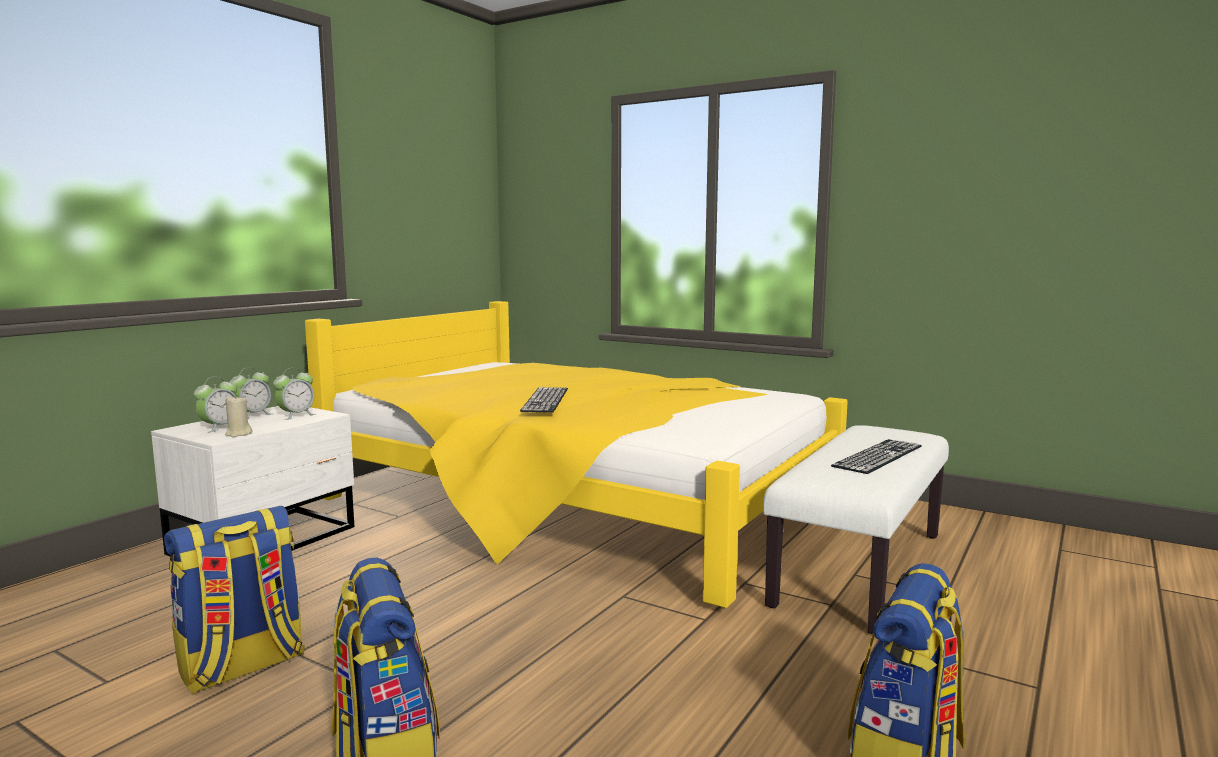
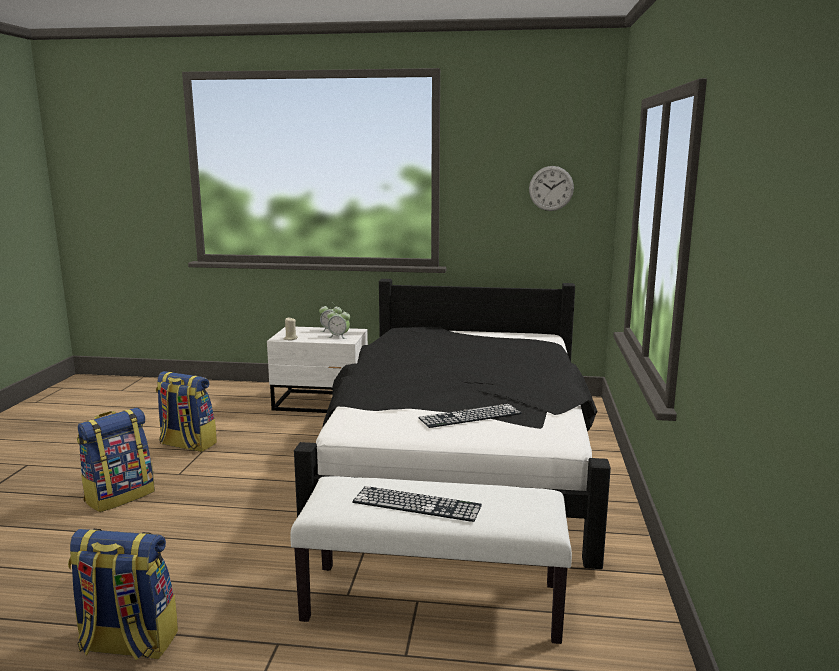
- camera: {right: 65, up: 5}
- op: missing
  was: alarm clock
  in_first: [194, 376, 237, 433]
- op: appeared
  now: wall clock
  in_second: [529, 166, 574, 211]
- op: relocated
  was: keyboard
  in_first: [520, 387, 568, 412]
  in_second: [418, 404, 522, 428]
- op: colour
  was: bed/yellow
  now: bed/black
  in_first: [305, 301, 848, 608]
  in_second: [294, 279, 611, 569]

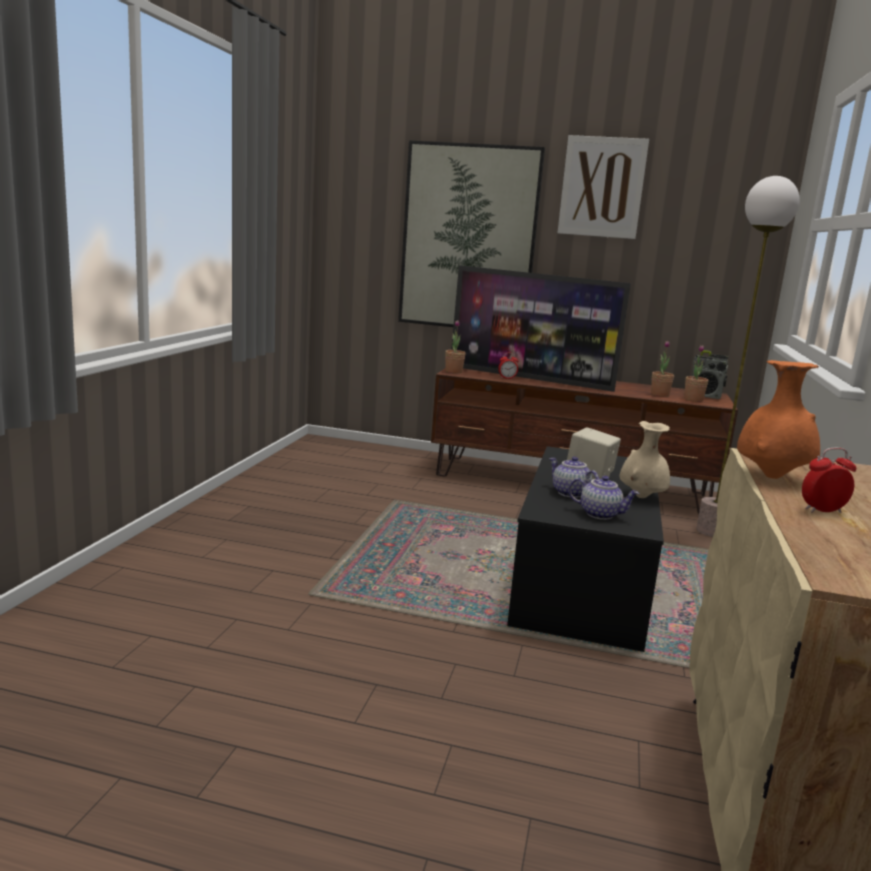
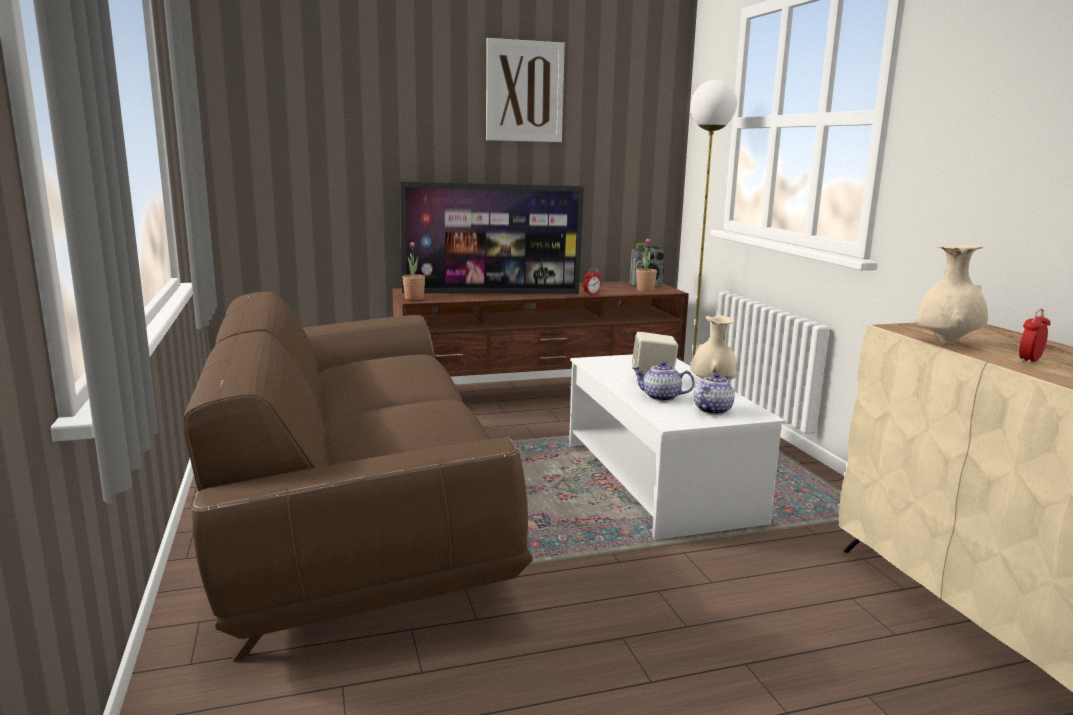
- camera: {right: -30, up: 0}
- op: missing
  was: picture
  in_first: [398, 140, 545, 327]
- op: missing
  was: potted plant
  in_first: [651, 341, 674, 397]
- op: appeared
  now: sofa/brown
  in_second: [183, 292, 533, 661]
- op: relocated
  was: alarm clock
  in_first: [498, 353, 518, 379]
  in_second: [583, 268, 602, 296]
- op: colour
  was: coffee table/black
  now: coffee table/white
  in_first: [507, 446, 664, 652]
  in_second: [569, 354, 785, 540]
- op: colour
  was: vase/orange
  now: vase/beige
  in_first: [737, 360, 820, 479]
  in_second: [916, 244, 988, 344]
- op: spun
  was: teapot
  in_first: [569, 476, 640, 520]
  in_second: [694, 373, 735, 415]
  clockwise: -45

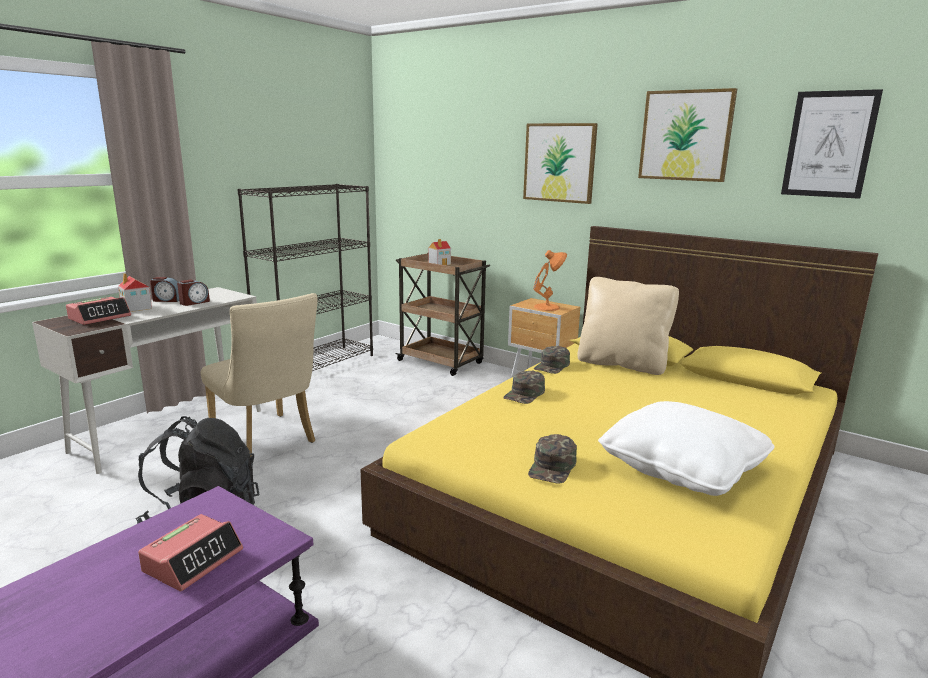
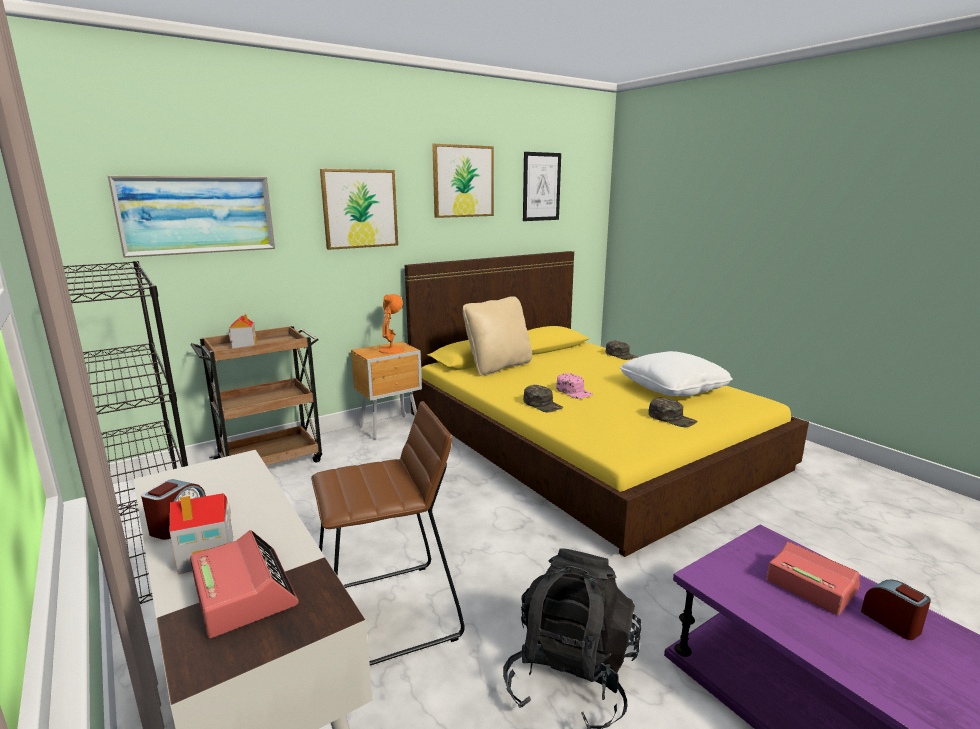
- camera: {right: -70, up: 0}
- op: appeared
  now: picture
  in_second: [108, 176, 275, 258]
- op: appeared
  now: cap/pink
  in_second: [556, 373, 594, 399]
- op: relocated
  was: alarm clock
  in_first: [177, 279, 210, 306]
  in_second: [861, 580, 931, 640]
- op: relocated
  was: cap/green
  in_first: [534, 346, 570, 374]
  in_second: [606, 341, 638, 360]
- op: exchanged
  was: chair/beige
  now: stool/brown
  in_first: [201, 293, 318, 457]
  in_second: [311, 401, 465, 665]

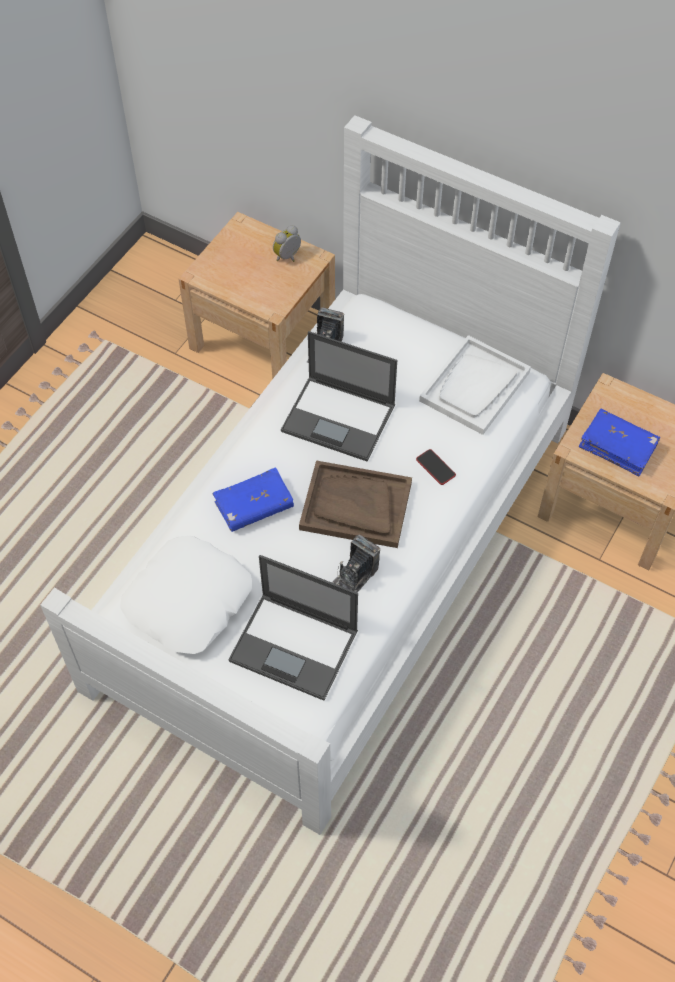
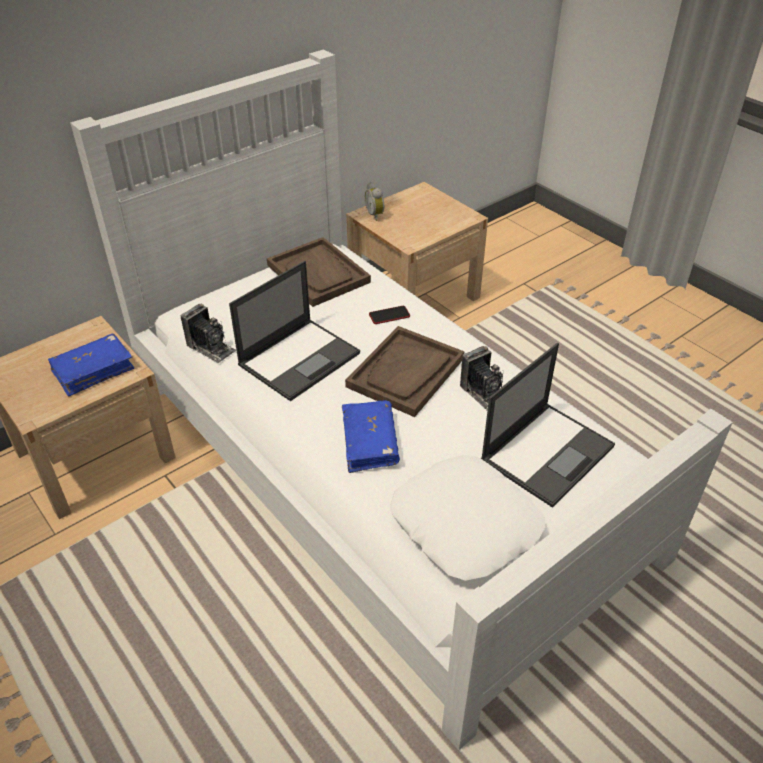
- camera: {right: -70, up: -15}
- op: relocated
  was: alarm clock
  in_first: [273, 225, 301, 262]
  in_second: [365, 182, 384, 221]
- op: relocated
  was: book/blue
  in_first: [579, 409, 660, 476]
  in_second: [48, 334, 134, 396]
- op: colour
  was: tray/white
  now: tray/brown
  in_first: [419, 335, 531, 435]
  in_second: [267, 237, 371, 307]

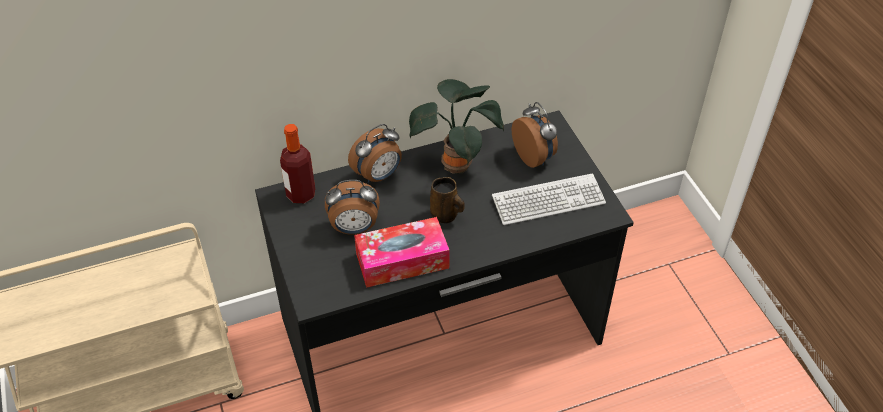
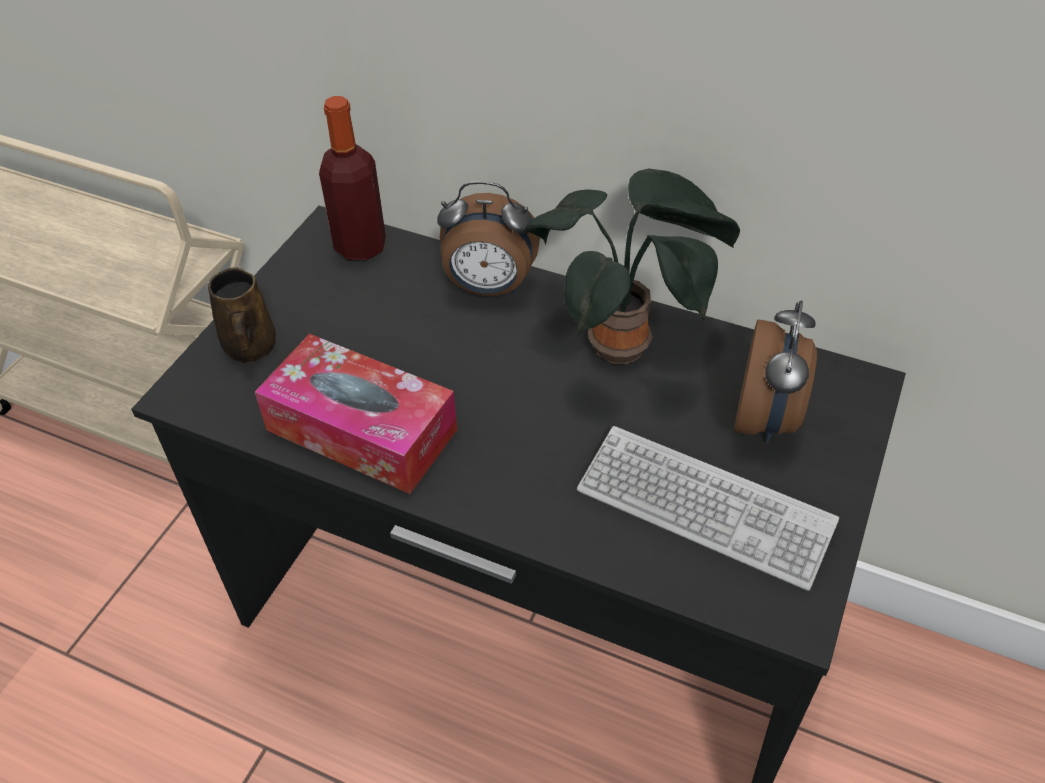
- camera: {right: 45, up: 0}
- op: missing
  was: alarm clock
  in_first: [325, 180, 380, 234]
- op: relocated
  was: mug/brown
  in_first: [430, 177, 464, 223]
  in_second: [208, 267, 276, 362]

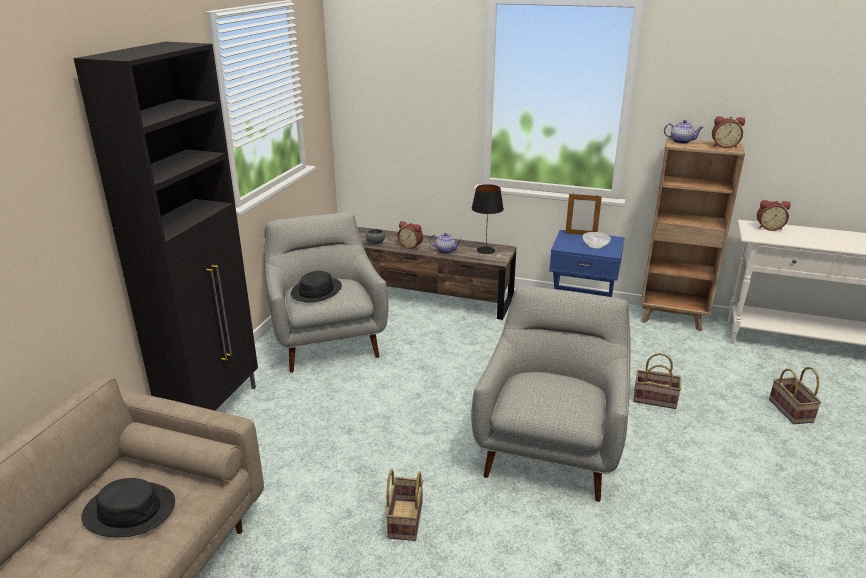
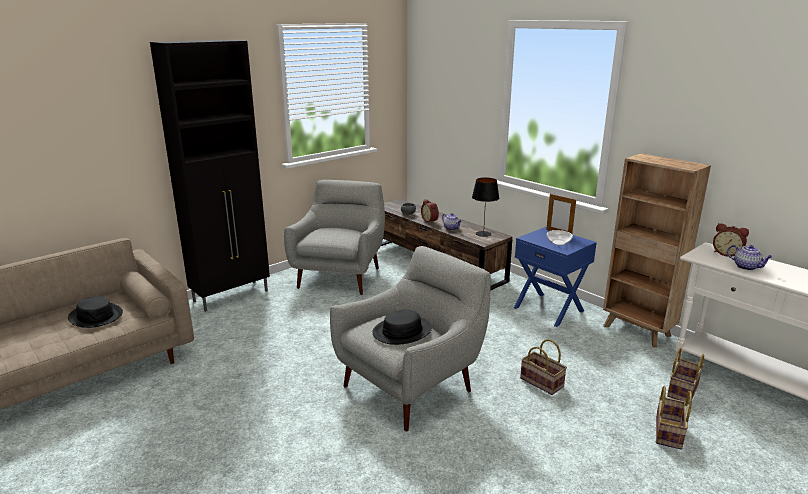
- camera: {right: 30, up: -5}
- op: missing
  was: alarm clock
  in_first: [712, 116, 745, 148]
- op: relocated
  was: hat/black
  in_first: [290, 271, 342, 303]
  in_second: [372, 310, 432, 345]
- op: relocated
  was: basket
  in_first: [386, 469, 423, 541]
  in_second: [667, 347, 704, 404]
- op: relocated
  was: teapot
  in_first: [664, 120, 704, 144]
  in_second: [727, 245, 773, 270]

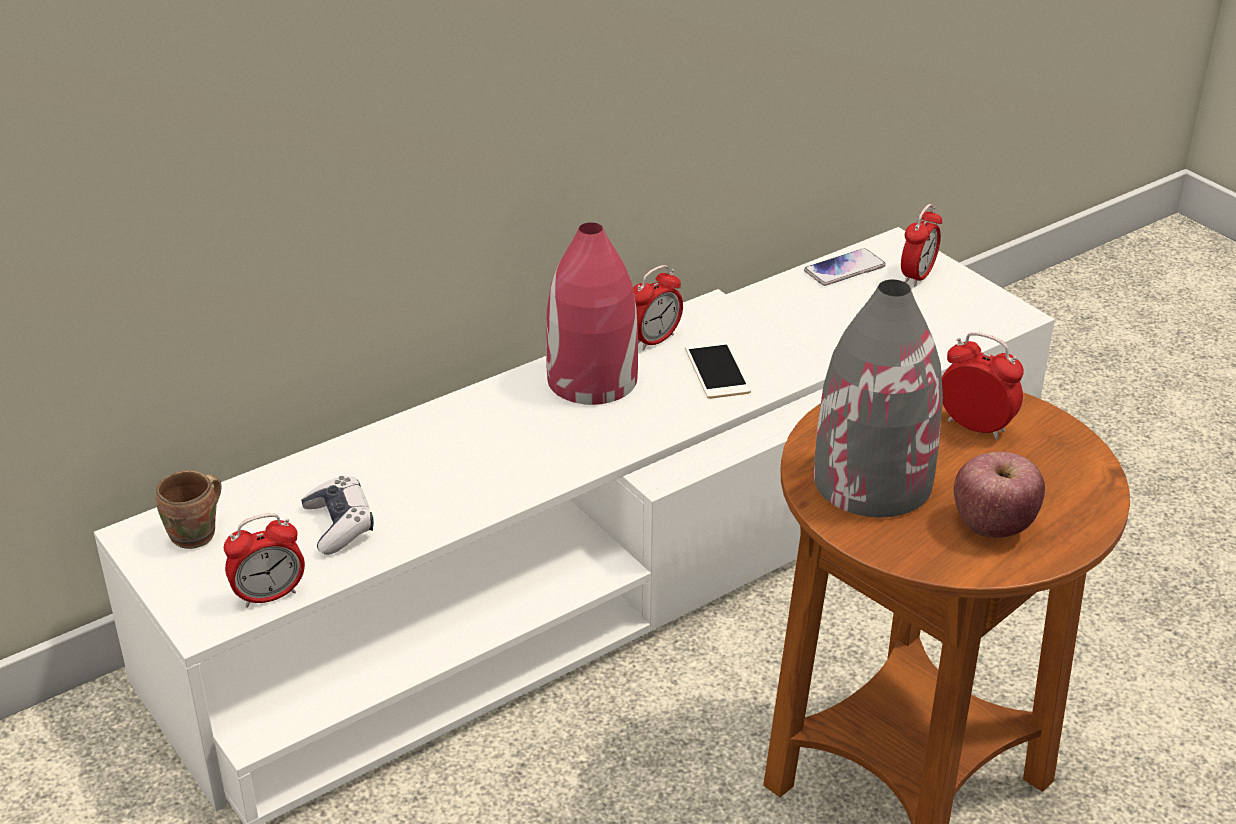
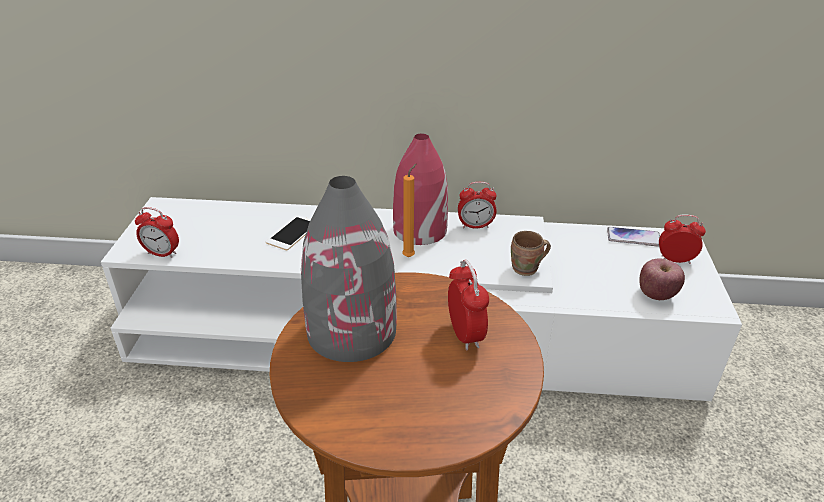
- camera: {right: 40, up: 0}
- op: missing
  was: game controller
  in_first: [301, 476, 374, 555]
- op: appeared
  now: candle/orange
  in_second: [402, 163, 417, 257]
- op: relocated
  was: mug/brown
  in_first: [156, 470, 222, 549]
  in_second: [511, 231, 551, 276]
- op: relocated
  was: phone
  in_first: [685, 341, 751, 399]
  in_second: [265, 215, 311, 250]
- op: relocated
  was: apple
  in_first: [954, 452, 1045, 538]
  in_second: [639, 259, 685, 300]
- op: spun
  was: alarm clock
  in_first: [901, 204, 942, 287]
  in_second: [659, 214, 706, 264]
  clockwise: -150

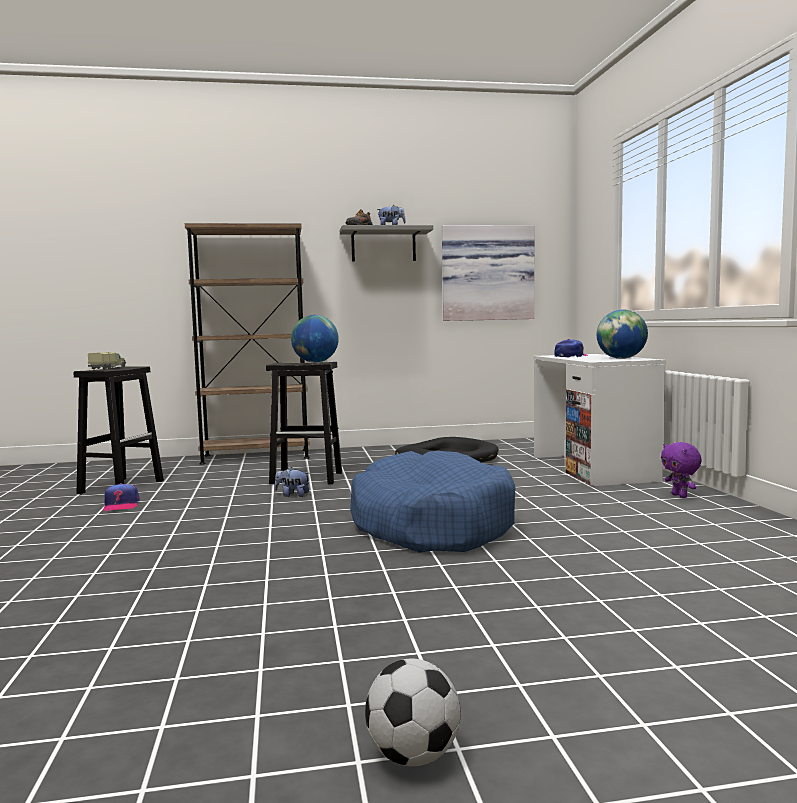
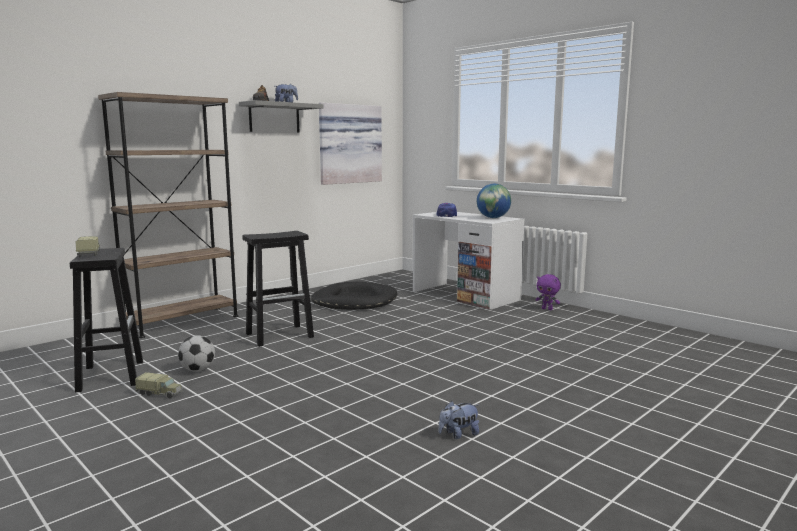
- camera: {right: -35, up: 5}
- op: missing
  was: globe
  in_first: [291, 315, 339, 363]
- op: missing
  was: dog bed/blue
  in_first: [350, 451, 516, 553]
- op: relocated
  was: plush toy
  in_first: [275, 467, 310, 497]
  in_second: [438, 401, 479, 439]
- op: relocated
  was: football
  in_first: [365, 658, 460, 766]
  in_second: [178, 335, 215, 372]
- op: exchanged
  was: cap
  now: toy truck
  in_first: [103, 483, 139, 511]
  in_second: [135, 372, 183, 399]

